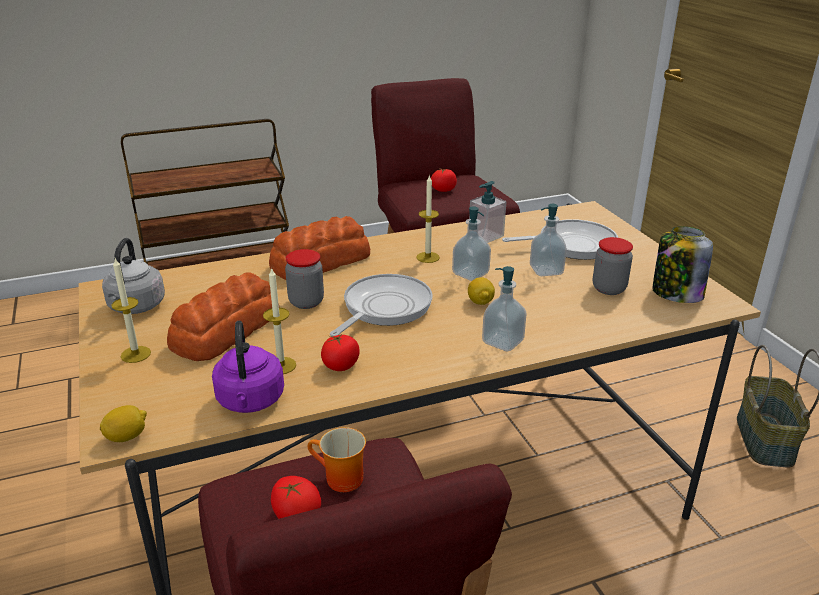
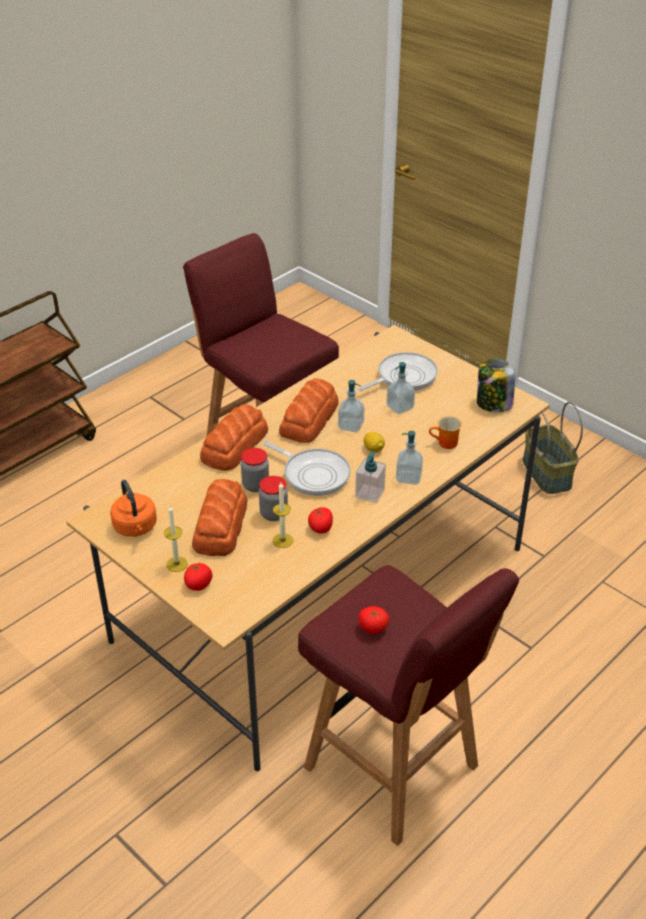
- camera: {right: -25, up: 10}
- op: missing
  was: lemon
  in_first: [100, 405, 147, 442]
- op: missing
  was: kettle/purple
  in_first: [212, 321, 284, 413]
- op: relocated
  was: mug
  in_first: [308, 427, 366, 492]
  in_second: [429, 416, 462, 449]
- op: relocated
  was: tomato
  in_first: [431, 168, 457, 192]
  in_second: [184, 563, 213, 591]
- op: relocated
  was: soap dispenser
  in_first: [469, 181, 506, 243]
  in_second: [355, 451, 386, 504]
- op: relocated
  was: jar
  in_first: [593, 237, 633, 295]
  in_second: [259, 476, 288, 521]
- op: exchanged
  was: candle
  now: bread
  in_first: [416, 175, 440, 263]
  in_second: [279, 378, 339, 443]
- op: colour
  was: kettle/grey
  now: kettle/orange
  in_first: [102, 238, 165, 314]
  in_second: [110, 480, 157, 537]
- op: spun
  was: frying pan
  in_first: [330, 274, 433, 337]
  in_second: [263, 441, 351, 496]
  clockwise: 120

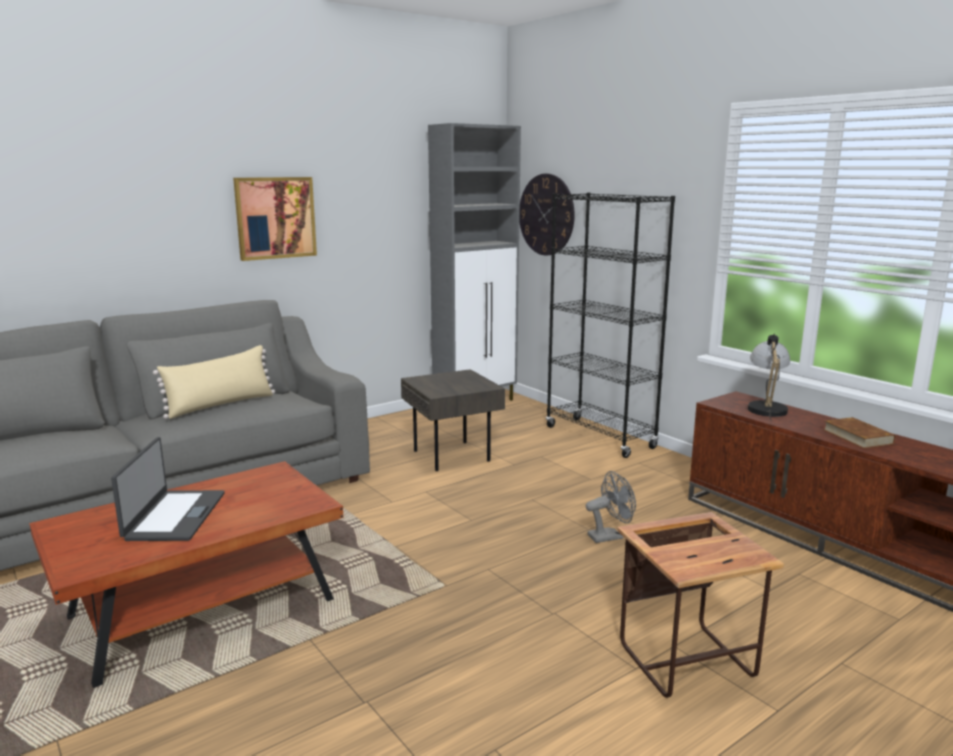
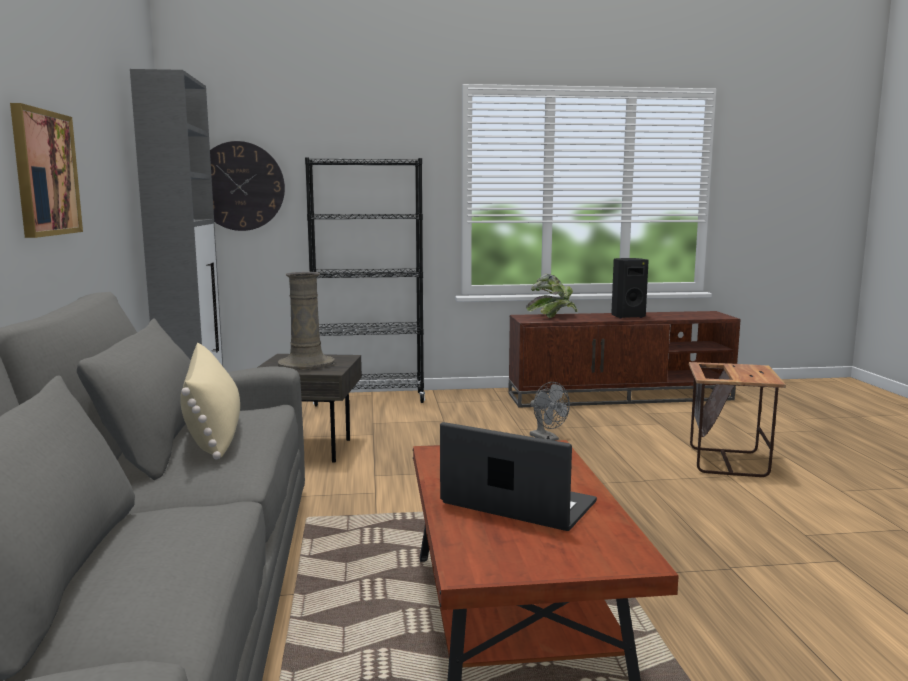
- camera: {right: -60, up: -5}
- op: appeared
  now: vase/beige
  in_second: [278, 272, 335, 370]
- op: exchanged
  was: table lamp
  now: potted plant
  in_first: [748, 333, 790, 421]
  in_second: [526, 274, 578, 318]
- op: exchanged
  was: book/brown
  now: speaker/black
  in_first: [823, 417, 896, 449]
  in_second: [611, 258, 649, 319]
- op: spun
  was: fan/grey
  in_first: [586, 471, 636, 543]
  in_second: [530, 382, 570, 441]
  clockwise: 135

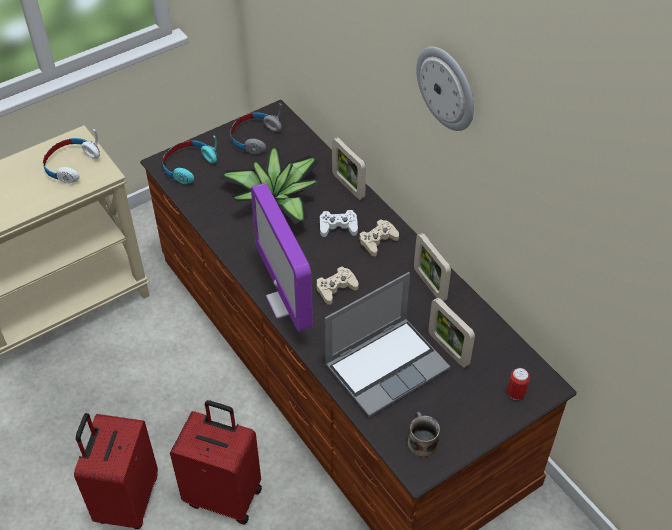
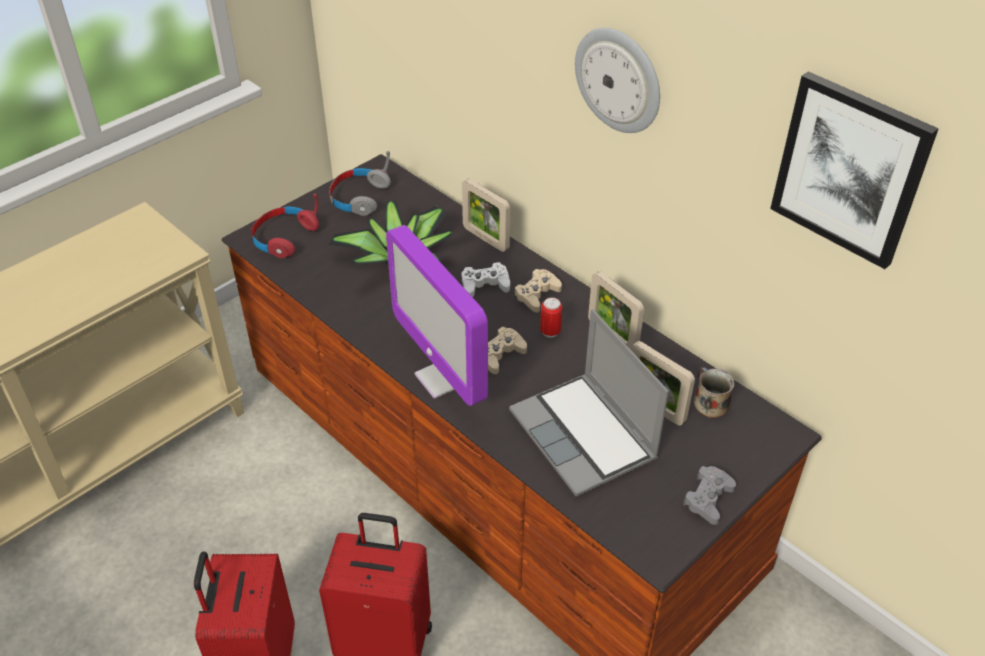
- camera: {right: -10, up: -5}
- op: missing
  was: headphones/white
  in_first: [43, 129, 100, 184]
- op: appeared
  now: game controller/grey
  in_second: [683, 466, 736, 525]
- op: appeared
  now: picture
  in_second: [770, 71, 939, 269]
- op: relocated
  was: mug
  in_first: [408, 412, 440, 457]
  in_second: [694, 367, 734, 418]
- op: relocated
  was: can
  in_first: [507, 368, 530, 400]
  in_second: [540, 297, 562, 337]
- op: colour
  was: headphones/turquoise
  now: headphones/red
  in_first: [162, 135, 217, 184]
  in_second: [251, 194, 319, 258]
- op: spun
  was: laptop
  in_first: [325, 272, 450, 417]
  in_second: [509, 309, 669, 497]
  clockwise: 105

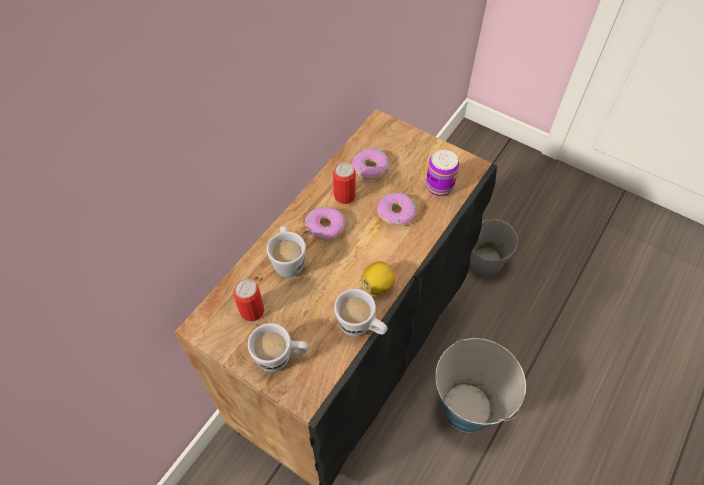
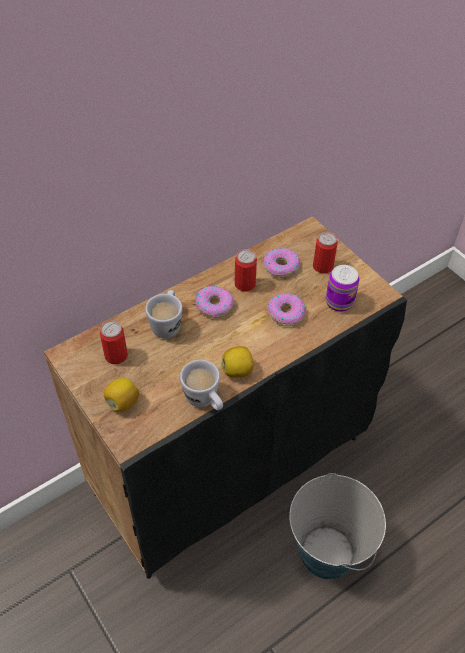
- camera: {right: 20, up: -5}
- op: missing
  was: bucket/grey
  in_first: [470, 219, 518, 276]
- op: appeared
  now: can
  in_second: [313, 232, 338, 274]
- op: exchanged
  was: mug/white
  now: lemon
  in_first: [248, 323, 309, 372]
  in_second: [104, 378, 139, 412]

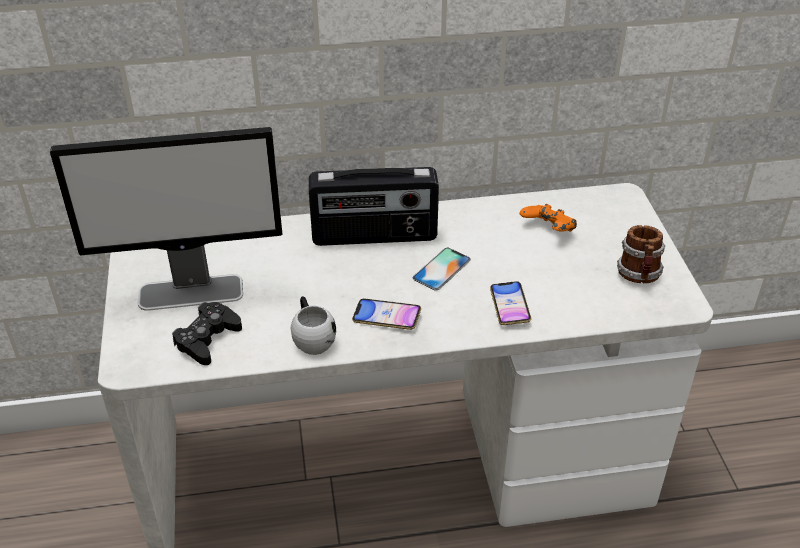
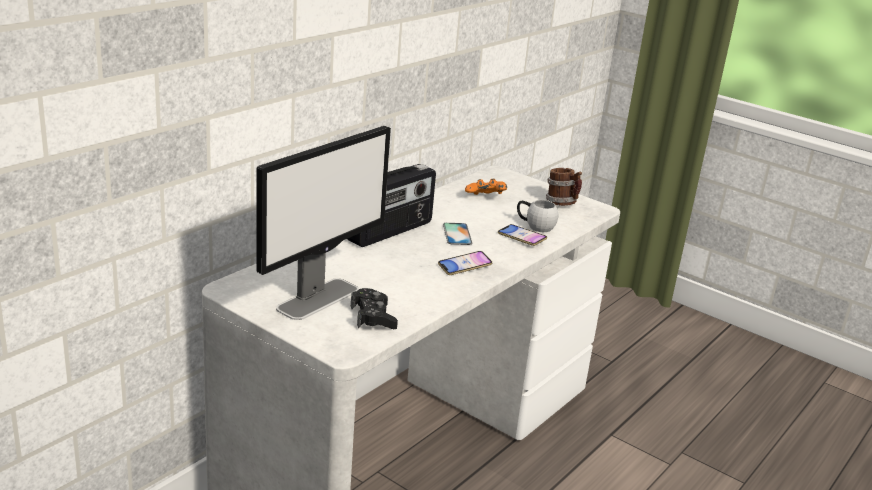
- camera: {right: -45, up: -15}
- op: relocated
  was: mug/white
  in_first: [291, 296, 336, 355]
  in_second: [517, 200, 558, 232]

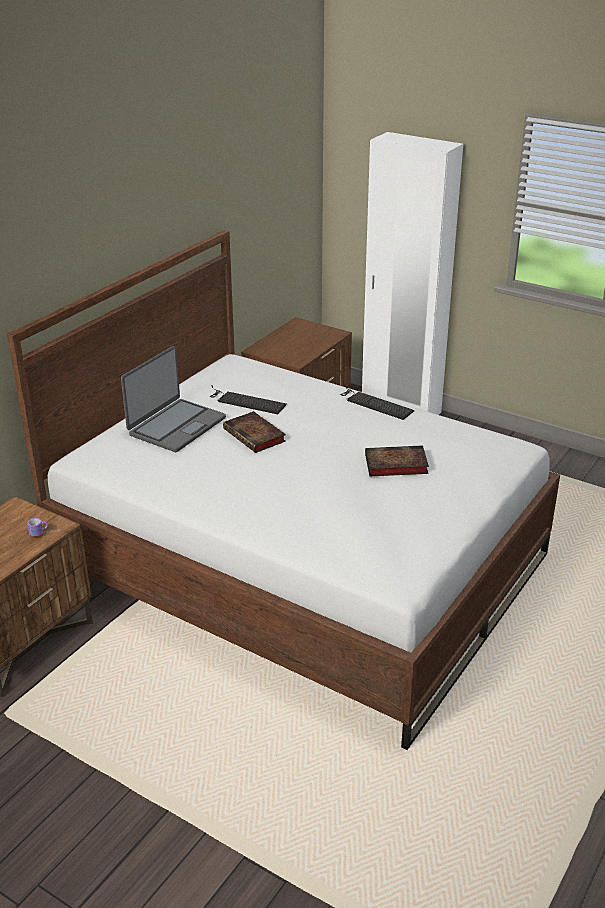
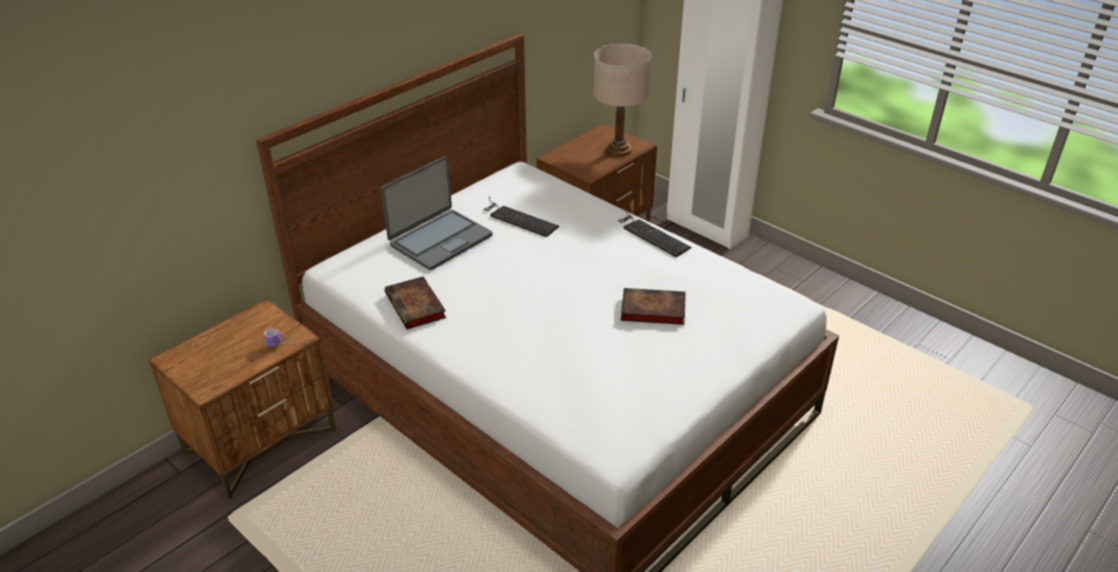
- camera: {right: 10, up: 5}
- op: appeared
  now: table lamp/beige
  in_second: [593, 44, 651, 157]
- op: relocated
  was: book
  in_first: [223, 411, 286, 453]
  in_second: [385, 276, 446, 329]

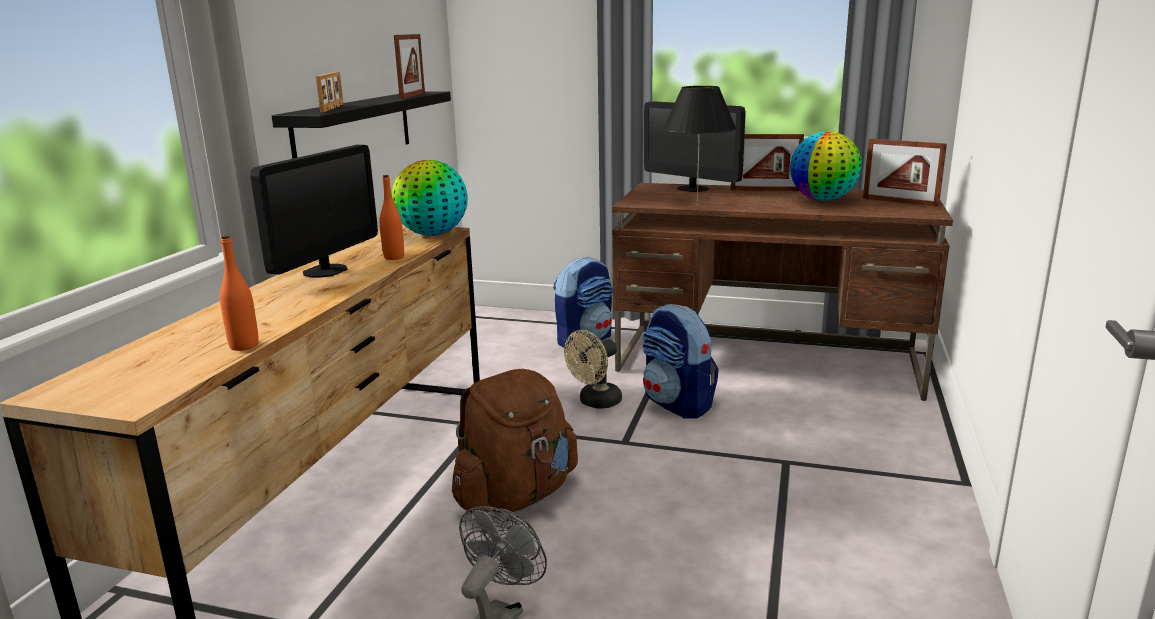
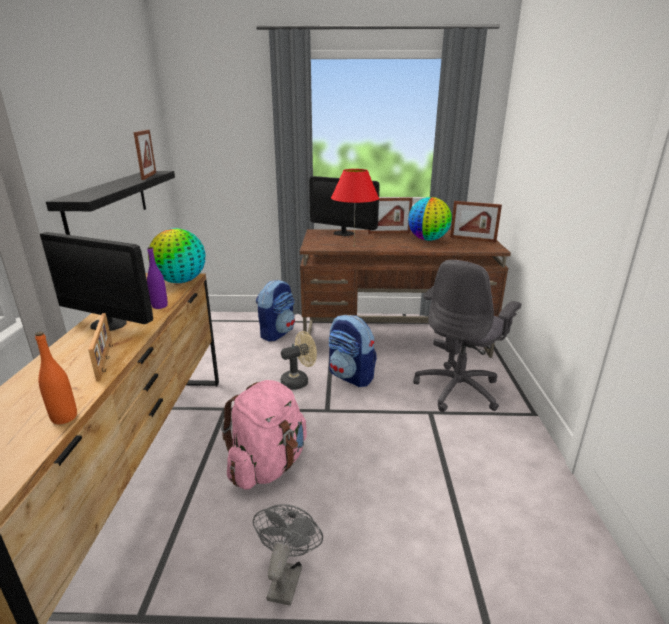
- camera: {right: -15, up: 5}
- op: appeared
  now: office chair/grey
  in_second: [413, 260, 521, 412]
- op: relocated
  was: picture frame
  in_first: [316, 72, 344, 113]
  in_second: [88, 313, 112, 381]
- op: colour
  was: bottle/orange
  now: bottle/purple
  in_first: [379, 175, 404, 260]
  in_second: [147, 247, 168, 309]
- op: colour
  was: backpack/brown
  now: backpack/pink
  in_first: [452, 369, 578, 513]
  in_second: [221, 380, 307, 490]
- op: colour
  was: table lamp/black
  now: table lamp/red
  in_first: [662, 86, 737, 205]
  in_second: [331, 169, 379, 244]
- op: spun
  was: monitor
  in_first: [250, 145, 378, 278]
  in_second: [40, 232, 153, 331]
  clockwise: 105
- op: spun
  was: fan/beige
  in_first: [564, 330, 622, 408]
  in_second: [281, 331, 317, 390]
  clockwise: -150

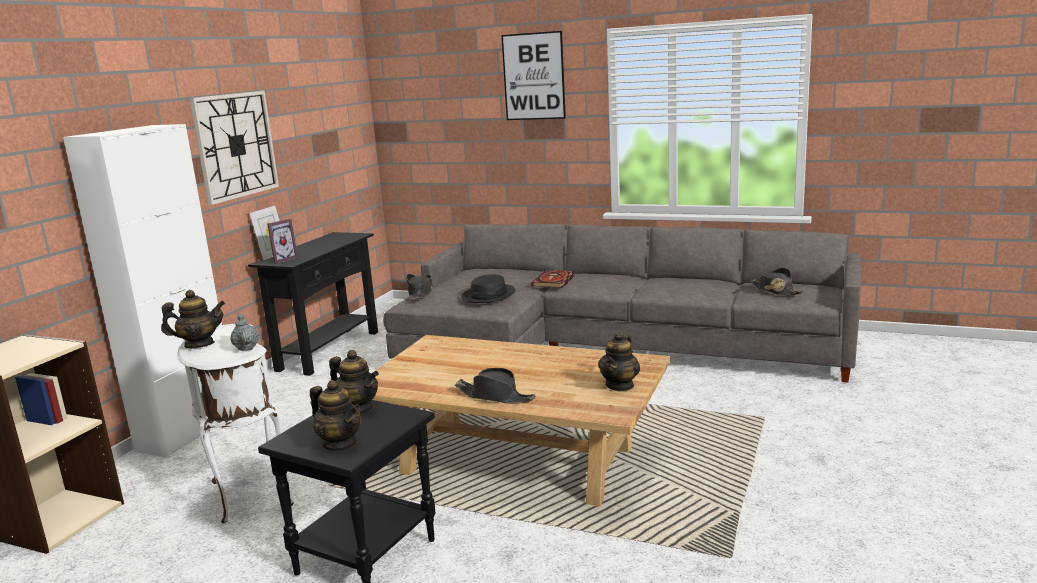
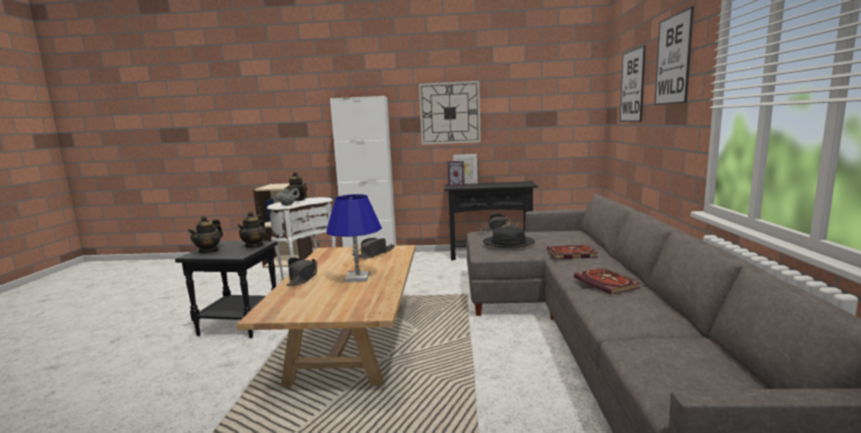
- camera: {right: 70, up: -5}
- op: missing
  was: teapot
  in_first: [598, 332, 640, 391]
- op: appeared
  now: table lamp/blue
  in_second: [326, 194, 382, 282]
- op: appeared
  now: book
  in_second: [574, 268, 640, 294]
- op: appeared
  now: picture
  in_second: [620, 45, 646, 122]
- op: relocated
  was: hat/black
  in_first: [750, 268, 805, 296]
  in_second: [352, 238, 395, 259]

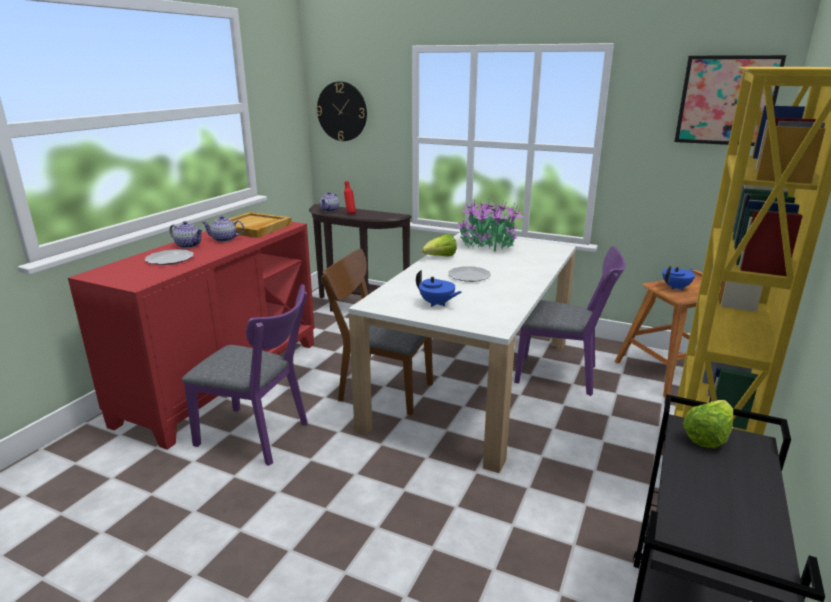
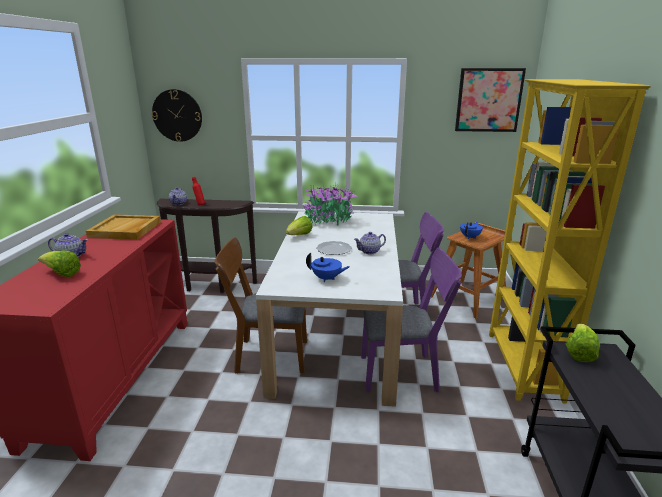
- camera: {right: -20, up: 0}
- op: relocated
  was: chair/purple
  in_first: [182, 284, 308, 466]
  in_second: [361, 248, 462, 392]
- op: relocated
  was: teapot
  in_first: [201, 216, 244, 242]
  in_second: [354, 232, 386, 254]
- op: exchanged
  was: plate
  now: lettuce
  in_first: [145, 249, 194, 265]
  in_second: [38, 251, 81, 277]

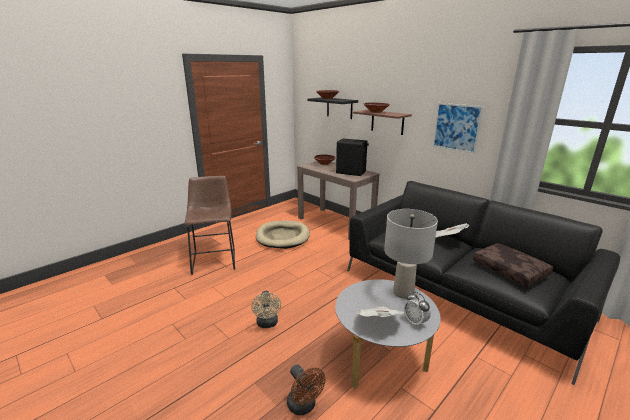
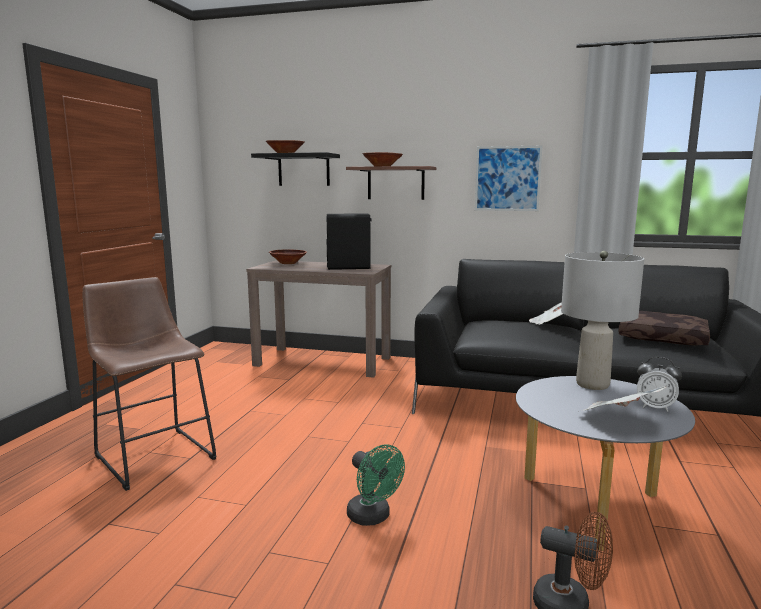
- camera: {right: -30, up: -10}
- op: missing
  was: dog bed/beige
  in_first: [256, 221, 310, 249]
- op: colour
  was: fan/beige
  now: fan/green
  in_first: [251, 291, 281, 328]
  in_second: [347, 444, 405, 526]

